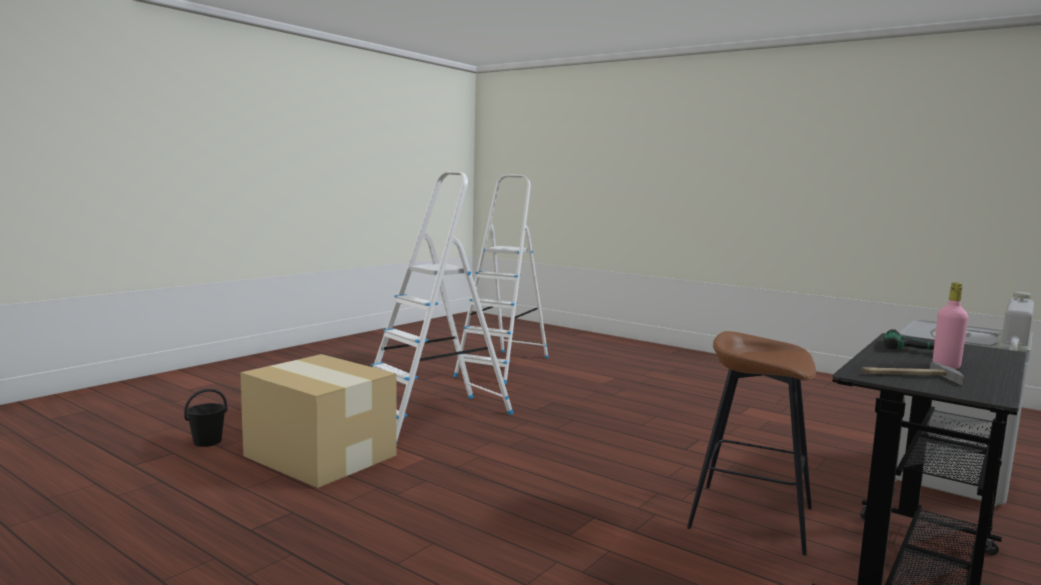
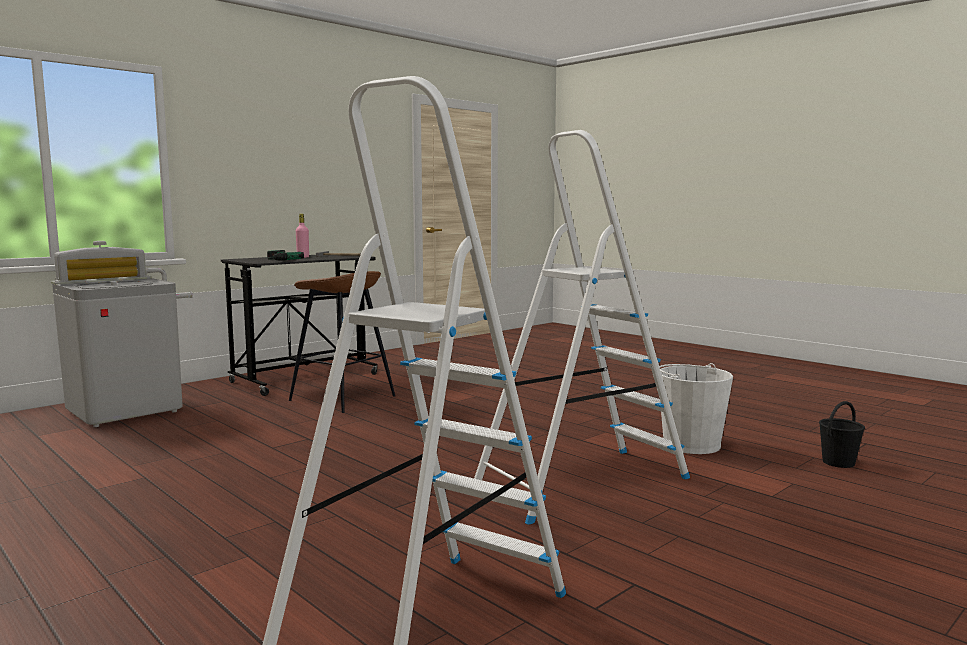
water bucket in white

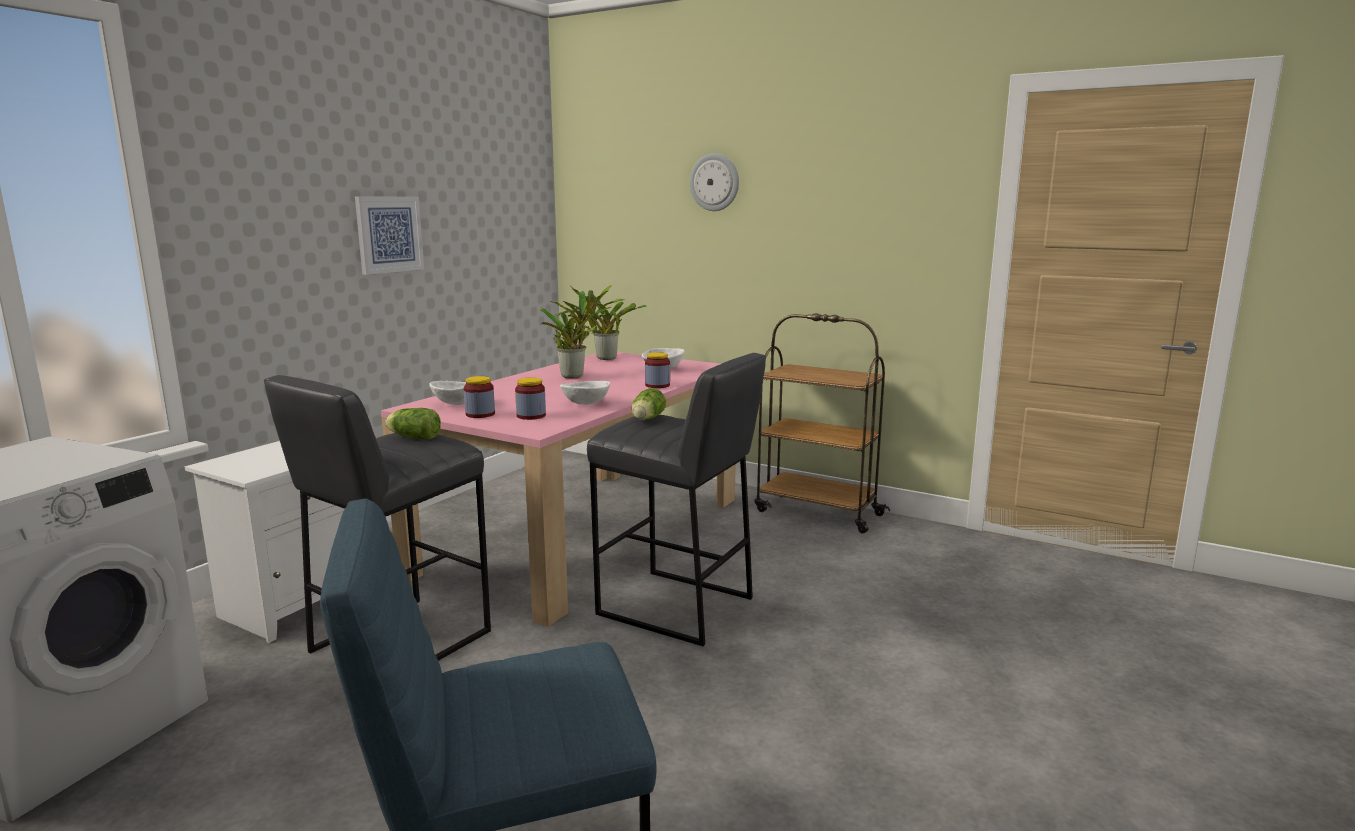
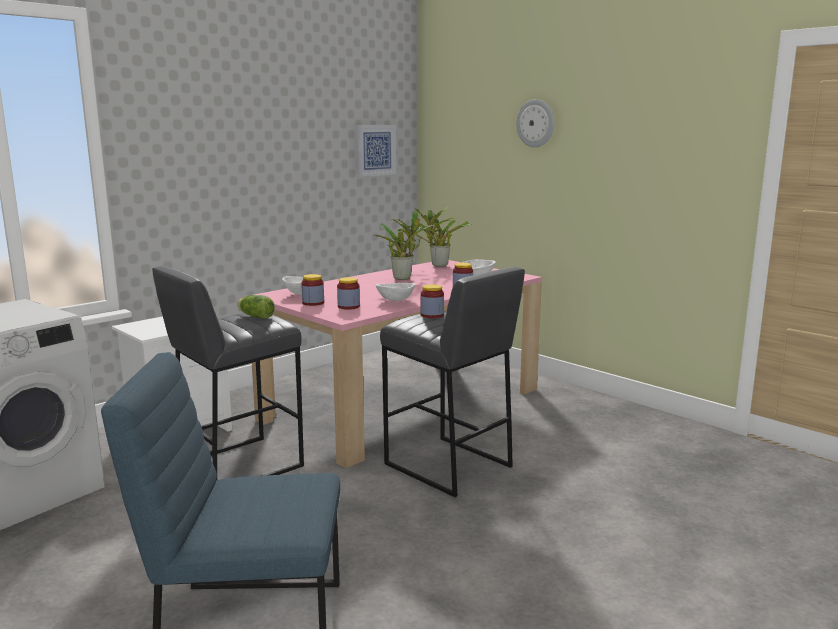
wall art; storage jar (no. 3 from left); wheeled cart in brown

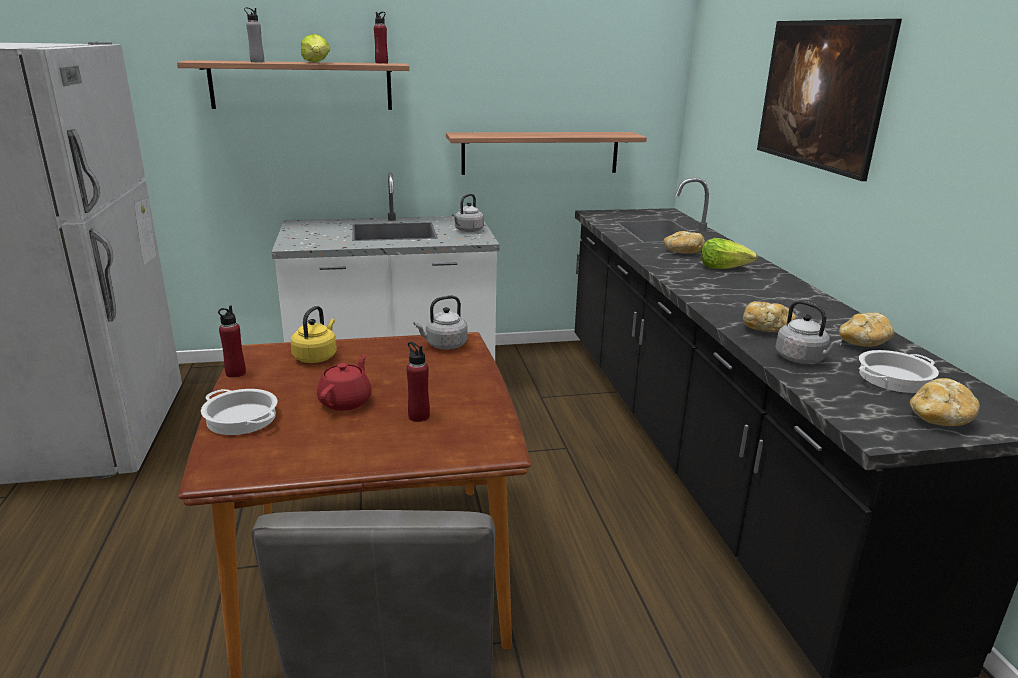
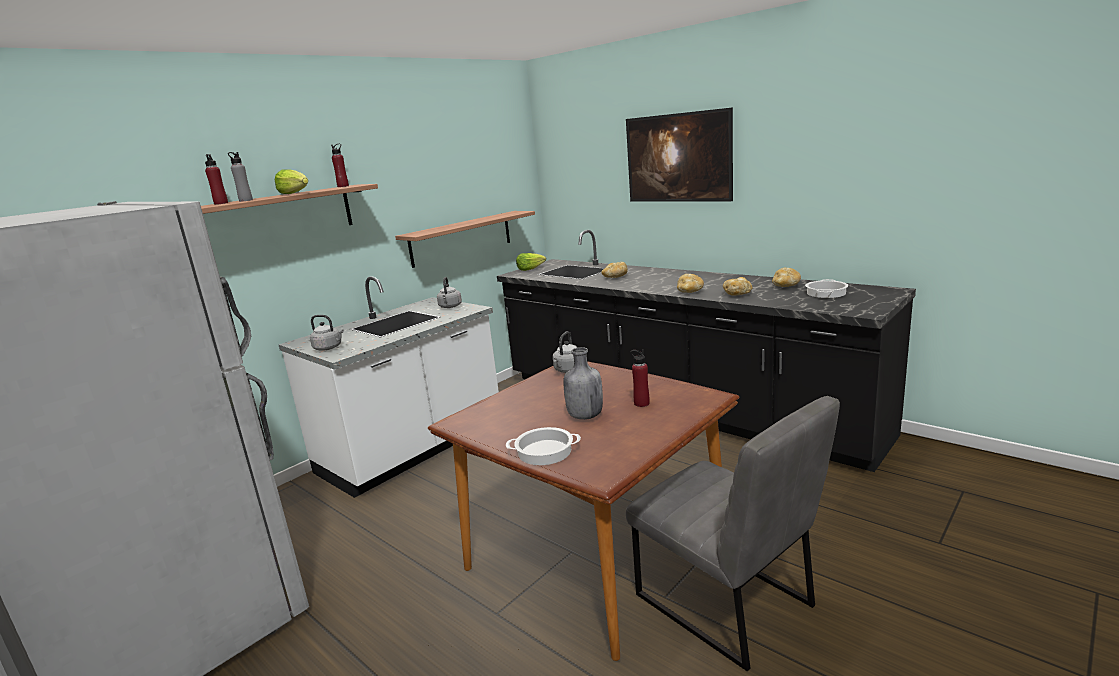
bottle in red (no. 1 from left); kettle in gray (no. 1 from left); lettuce (no. 2 from left); bottle in gray (no. 2 from left); bread (no. 2 from left); kettle in yellowish

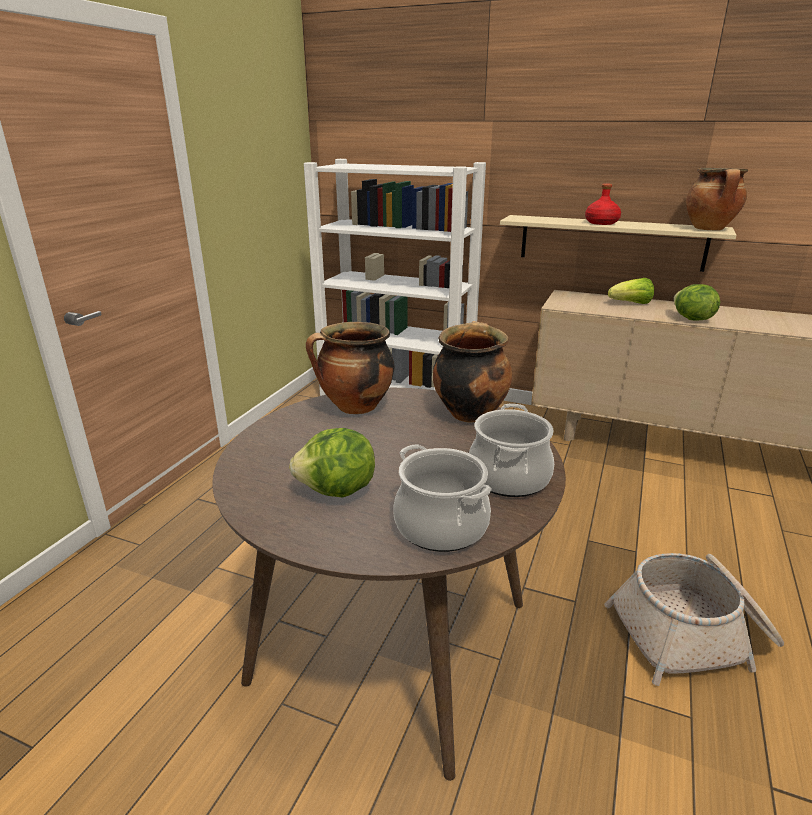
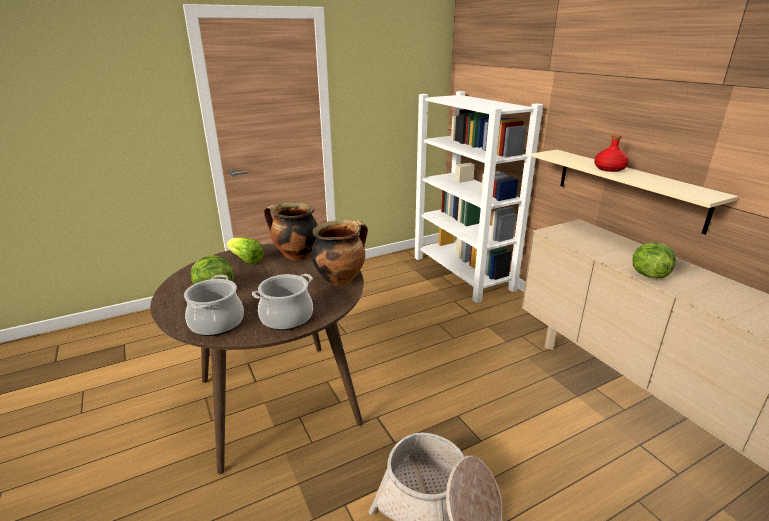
lettuce (no. 2 from left); saucepot (no. 5 from left in the first image)

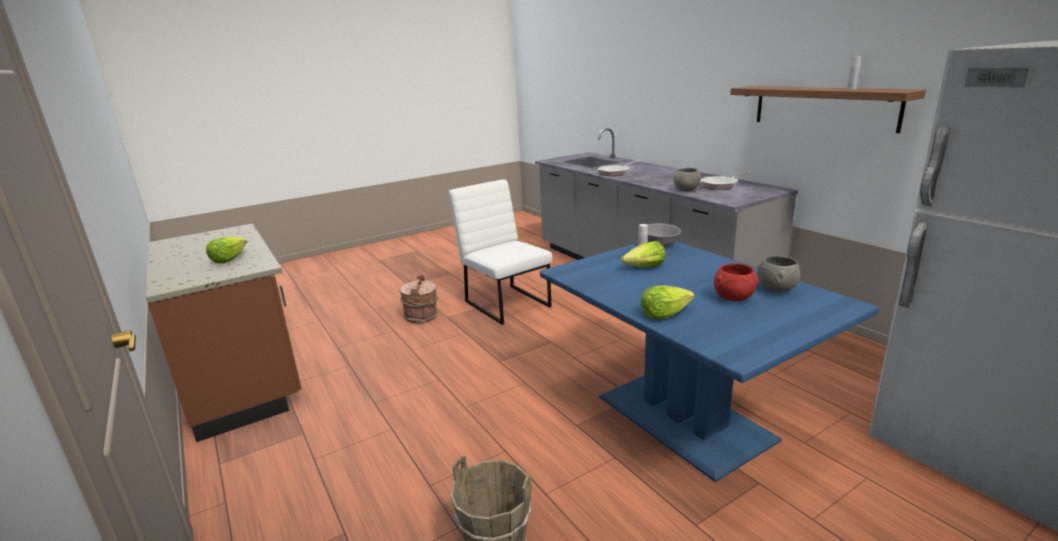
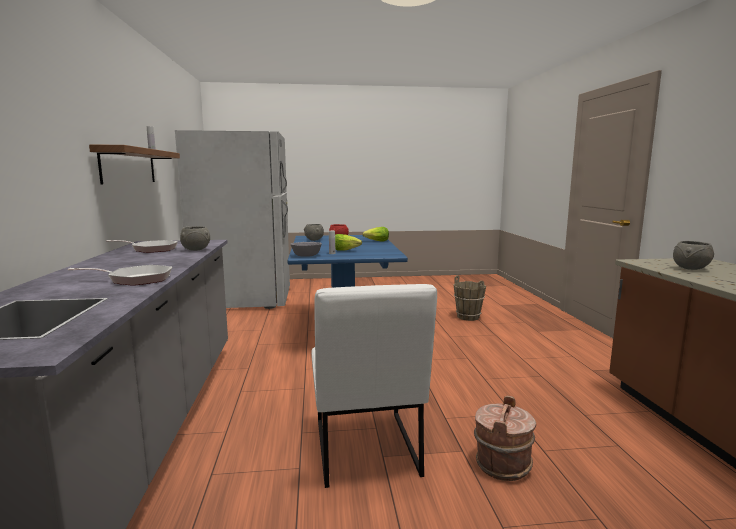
serving bowl in gray (no. 4 from left)

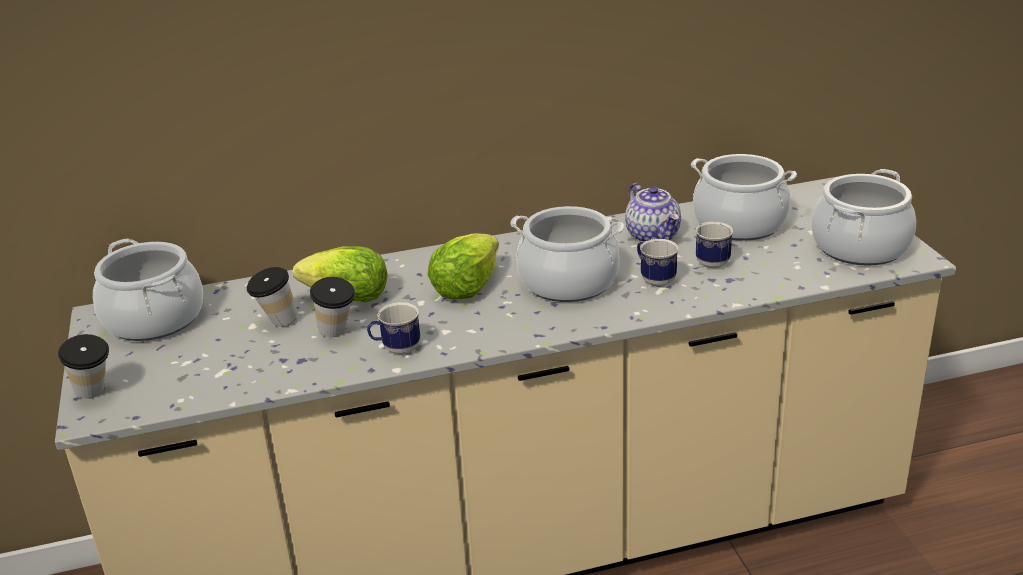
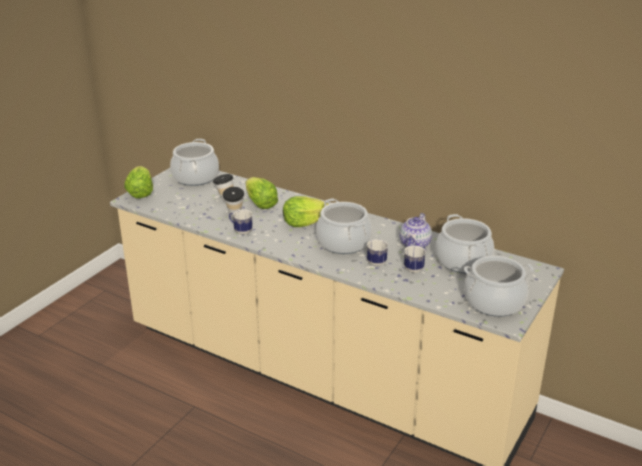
lettuce (no. 1 from left)

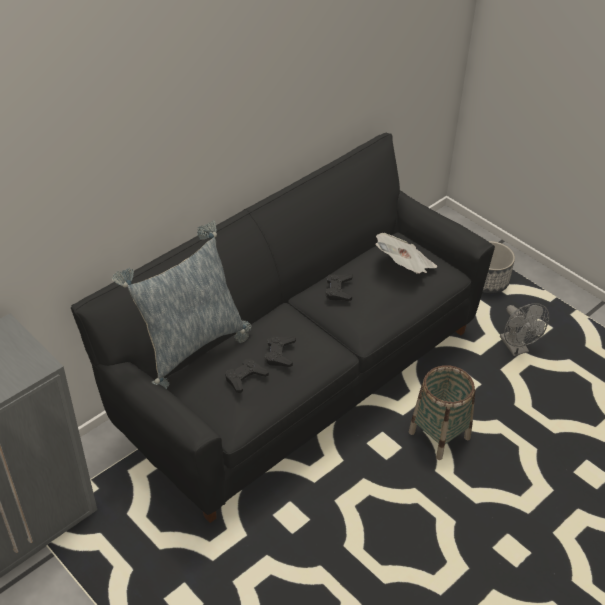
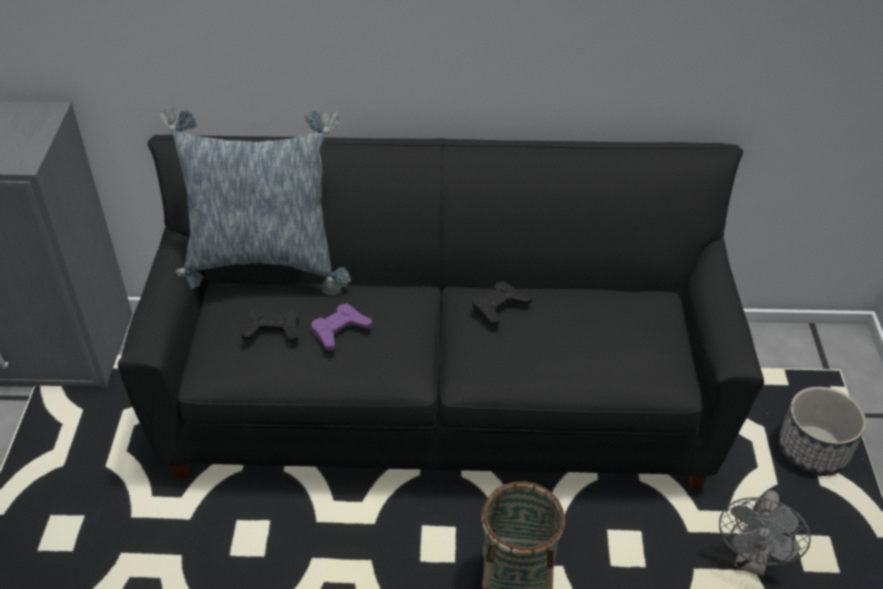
joypad in purple-coloured; printed paper

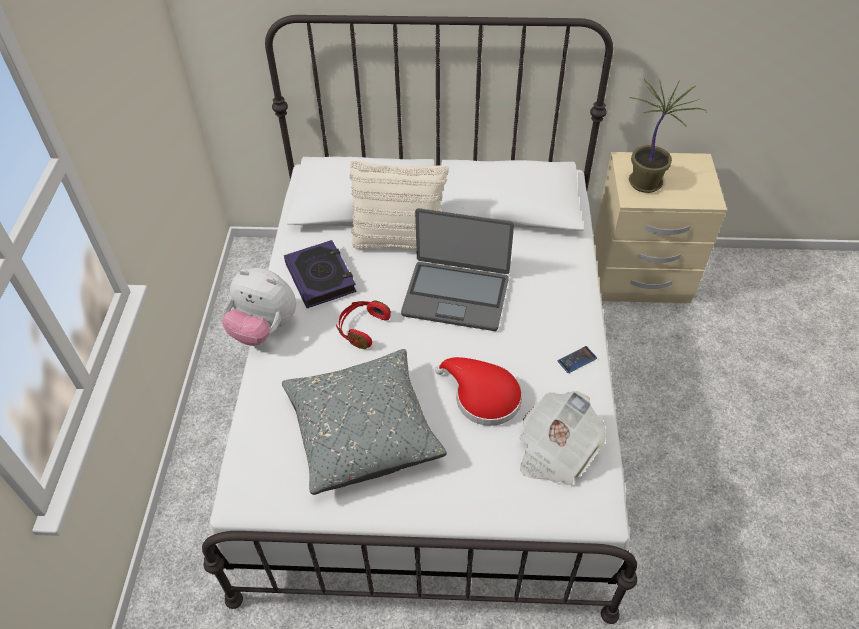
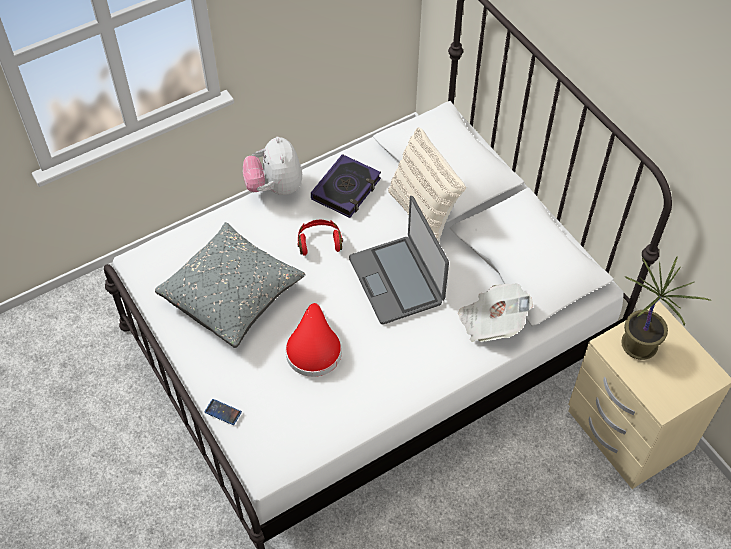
phone; printed paper

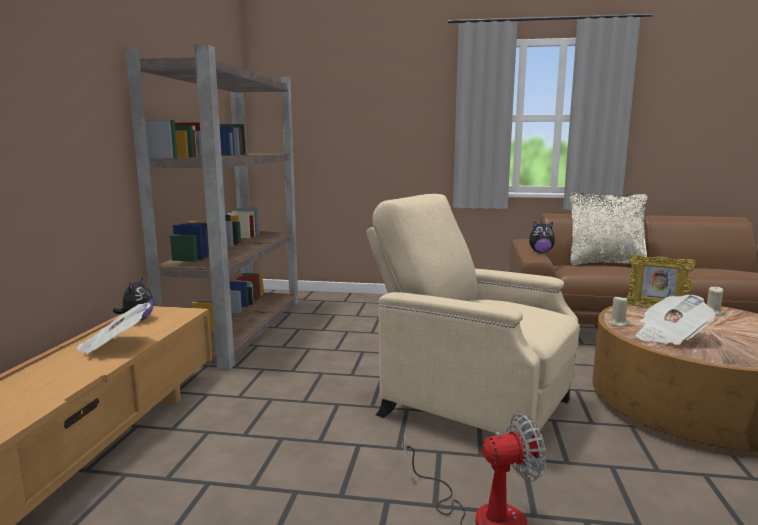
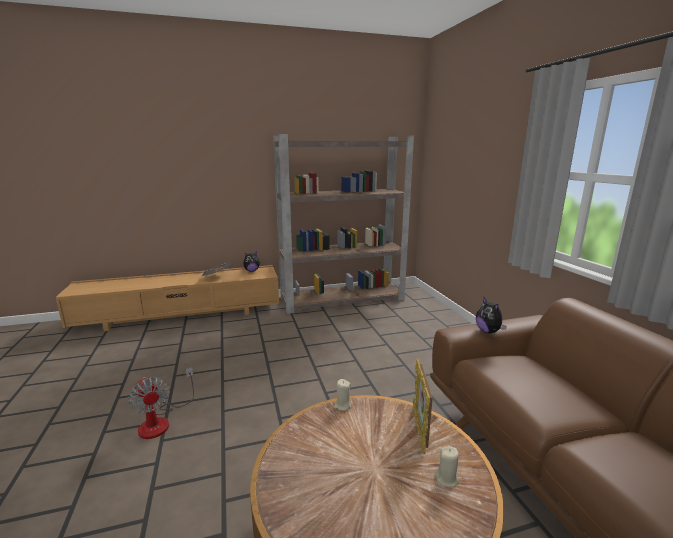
easy chair in beige; pillow in beige; printed paper (no. 2 from left in the first image)

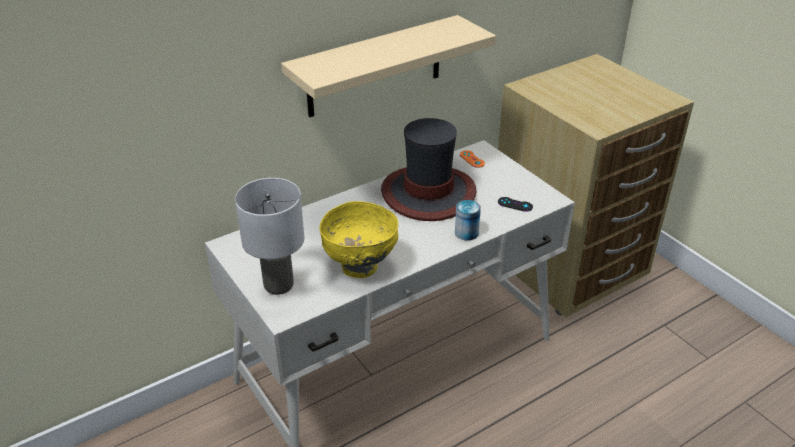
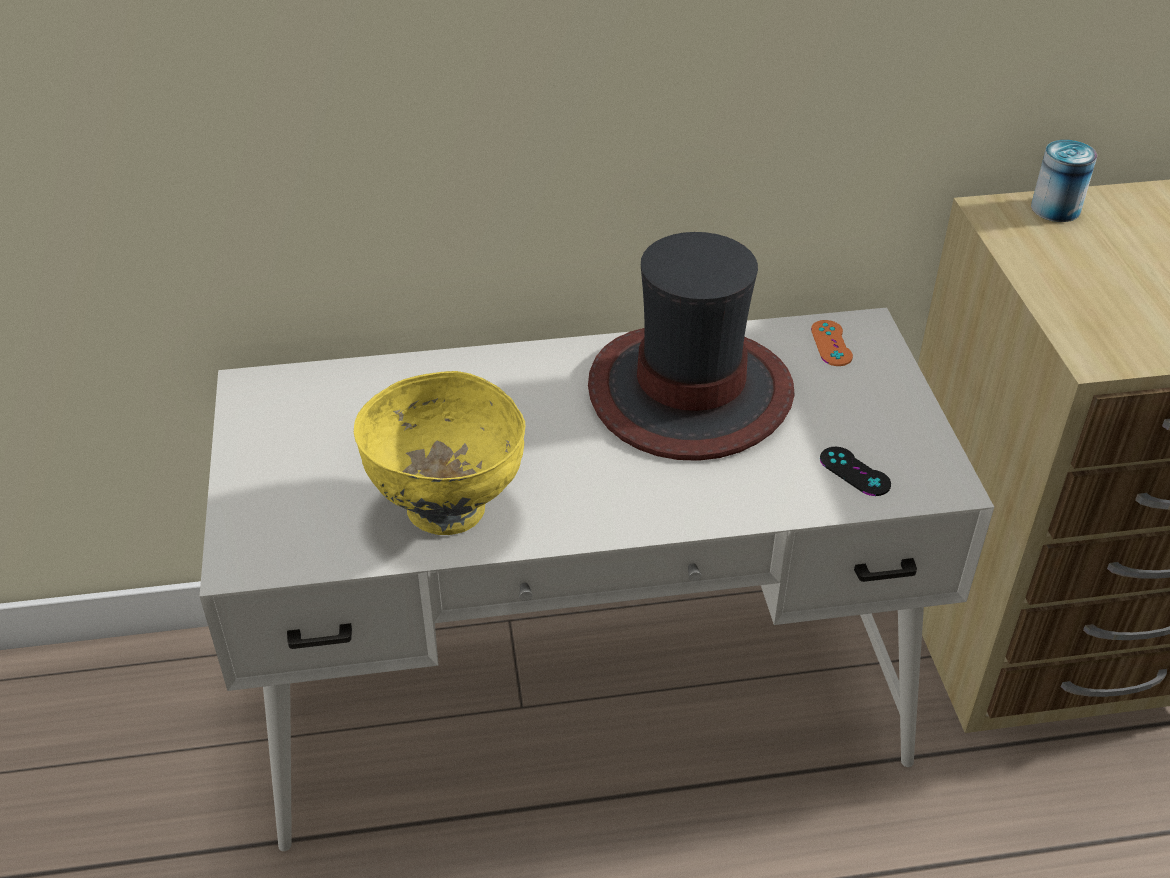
sealed can; tabletop lamp in white; bracket shelf in beige

